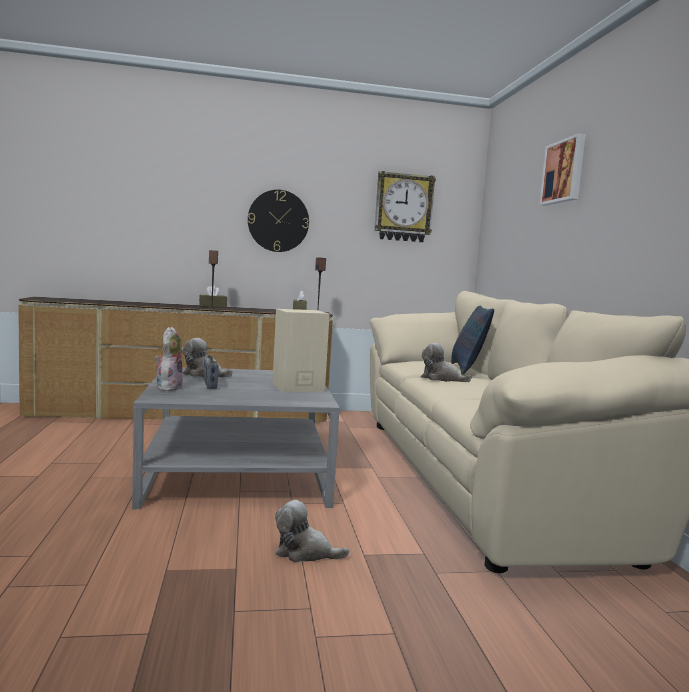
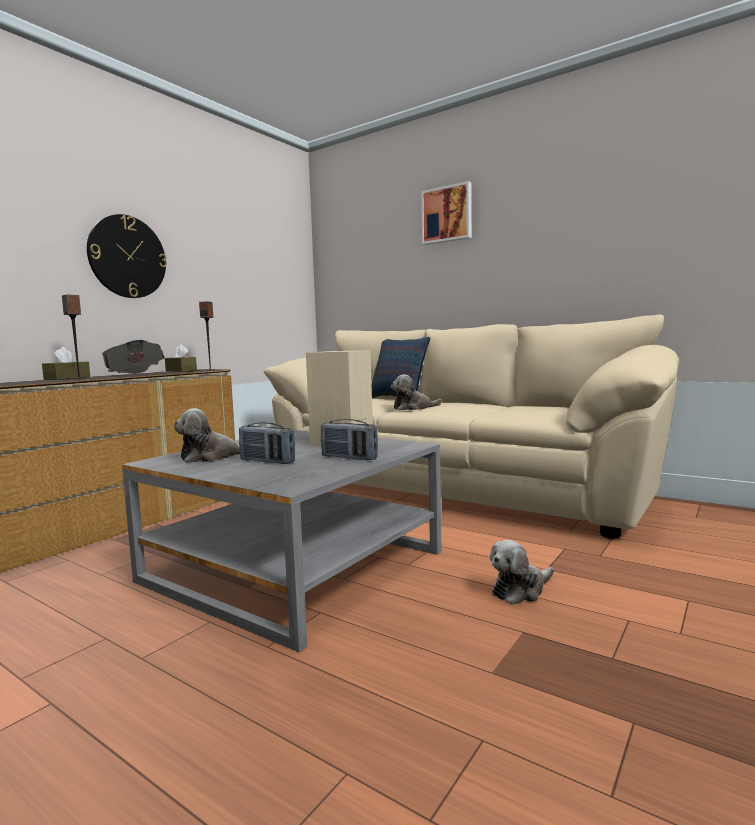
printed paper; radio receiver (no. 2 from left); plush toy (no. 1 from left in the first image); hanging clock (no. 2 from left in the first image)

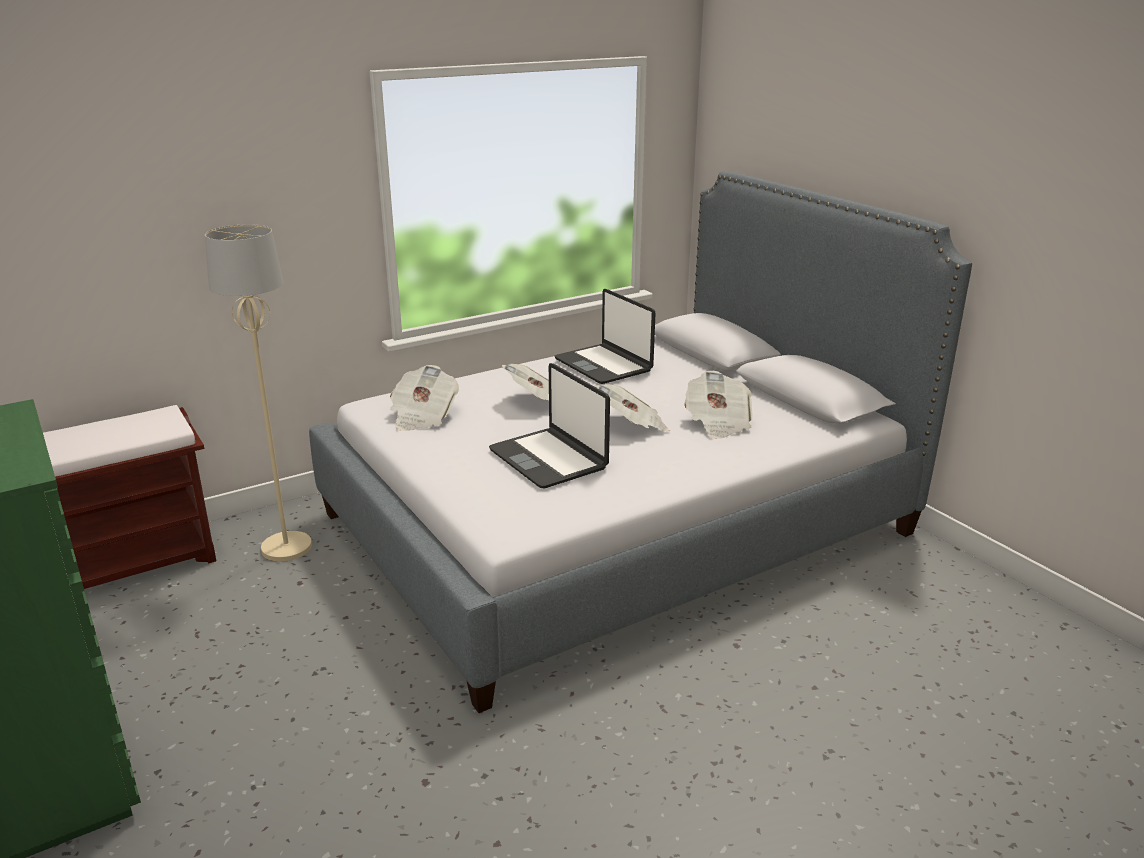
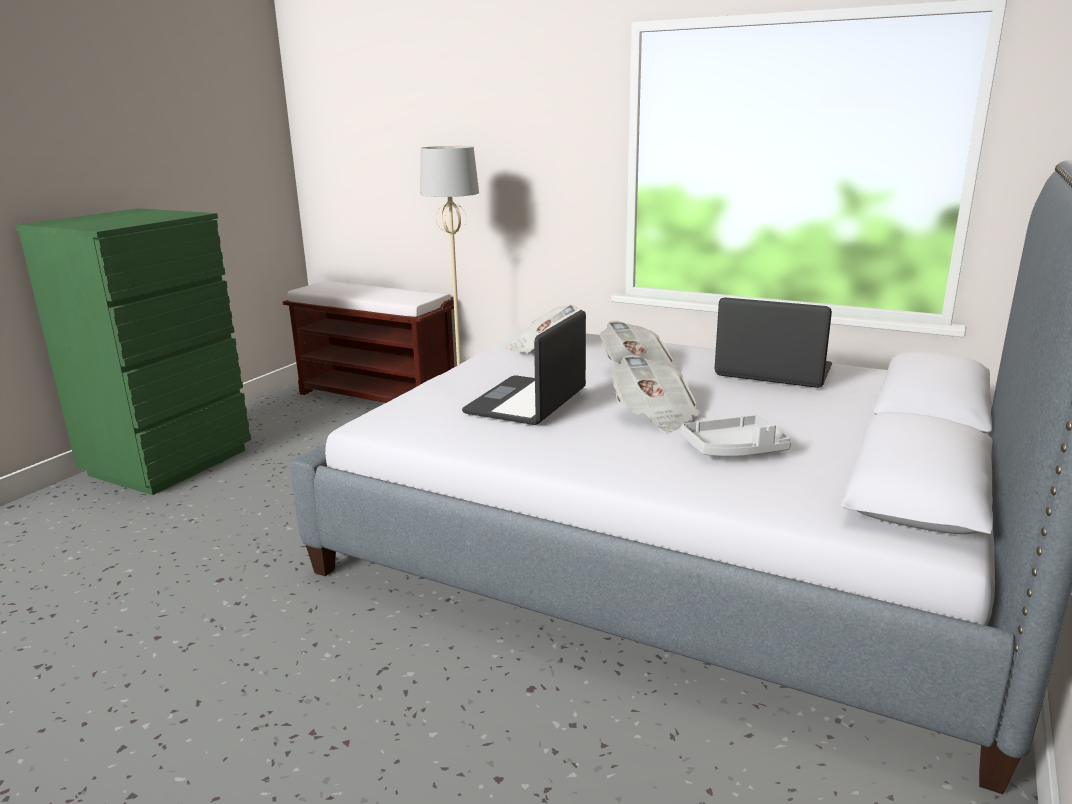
carrying tray in gray; notebook computer (no. 2 from left)

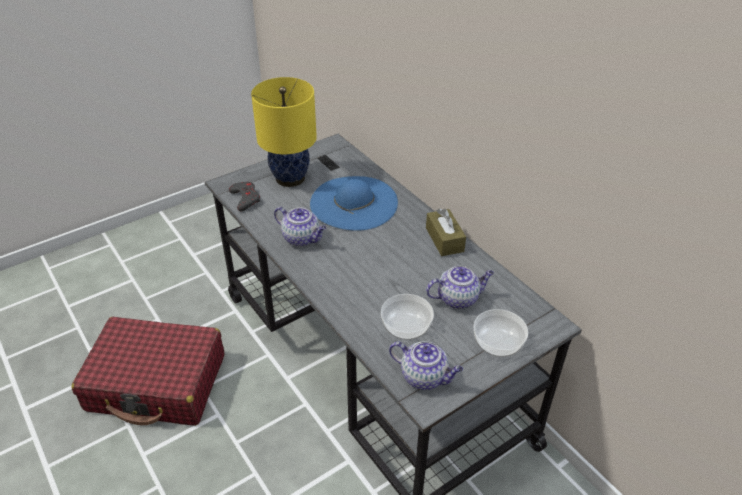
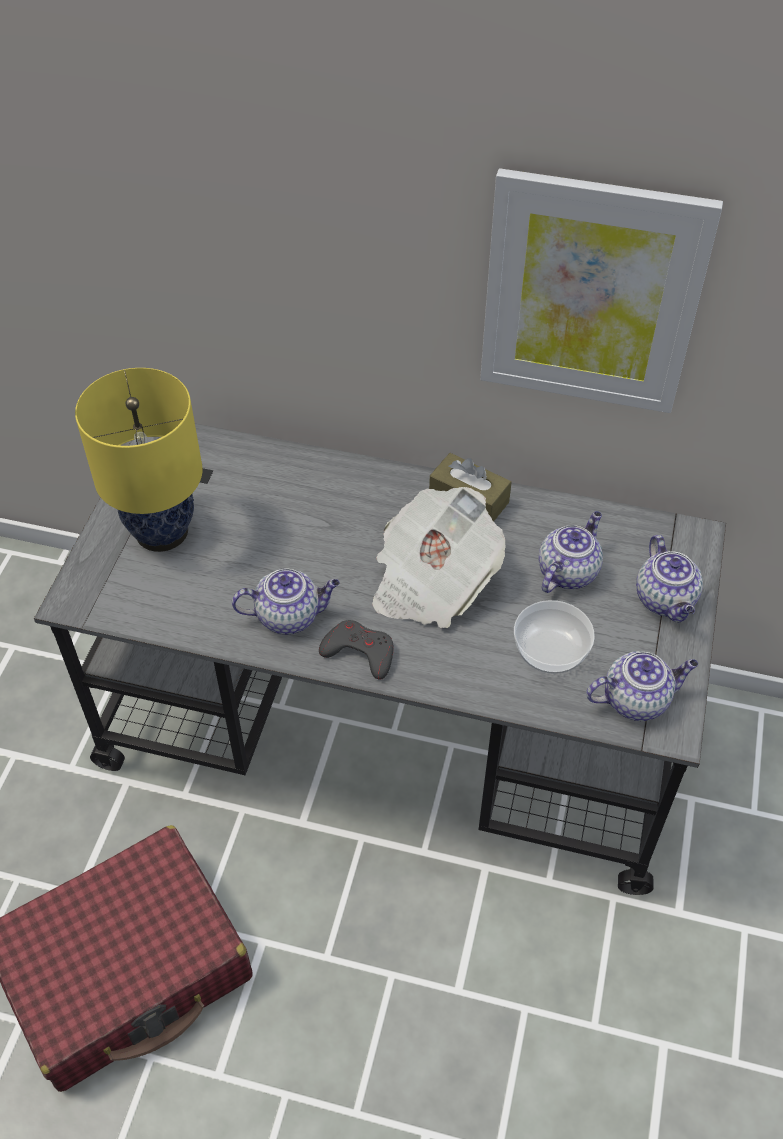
joypad in gray; printed paper; wall art; teapot (no. 4 from left); clothing hat in blue-coloured

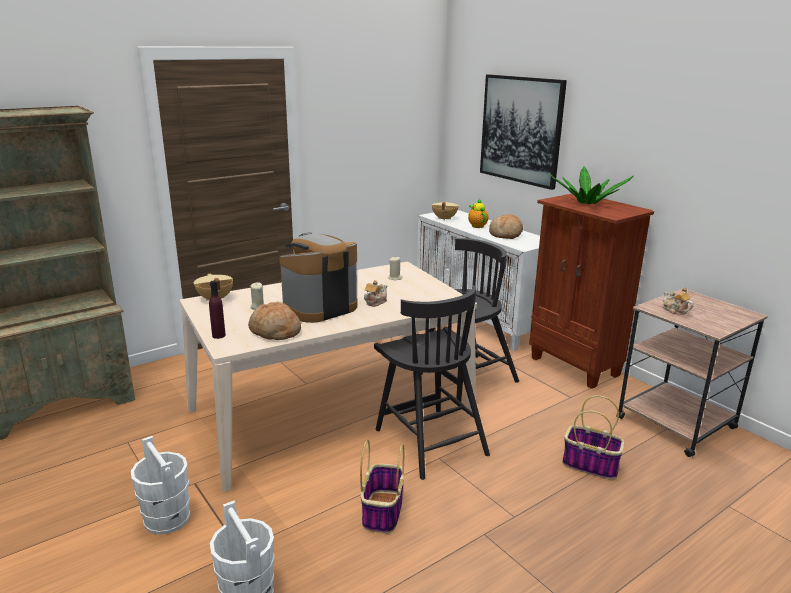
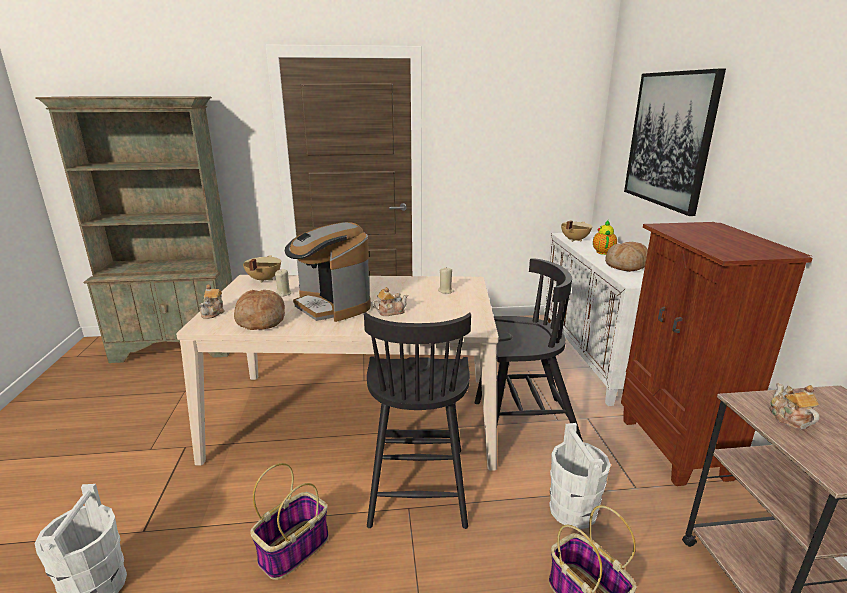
teapot (no. 1 from left); coffee brewer; water bucket in white (no. 2 from left); plant in a pot

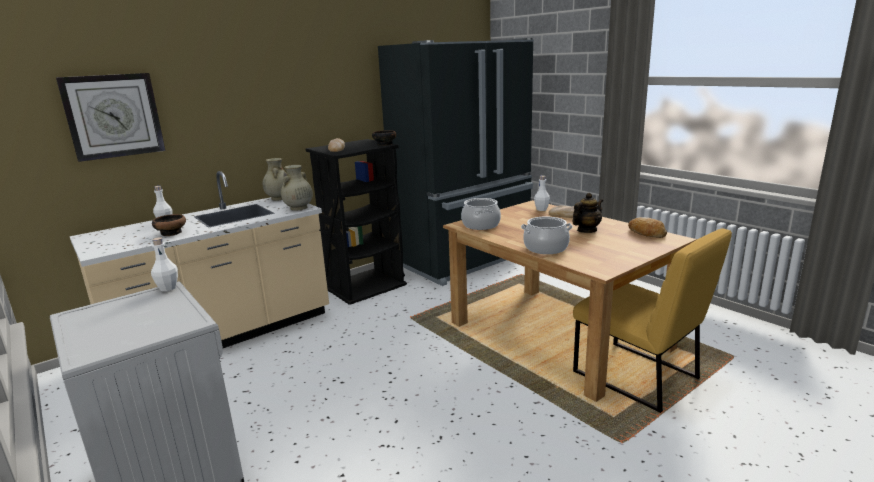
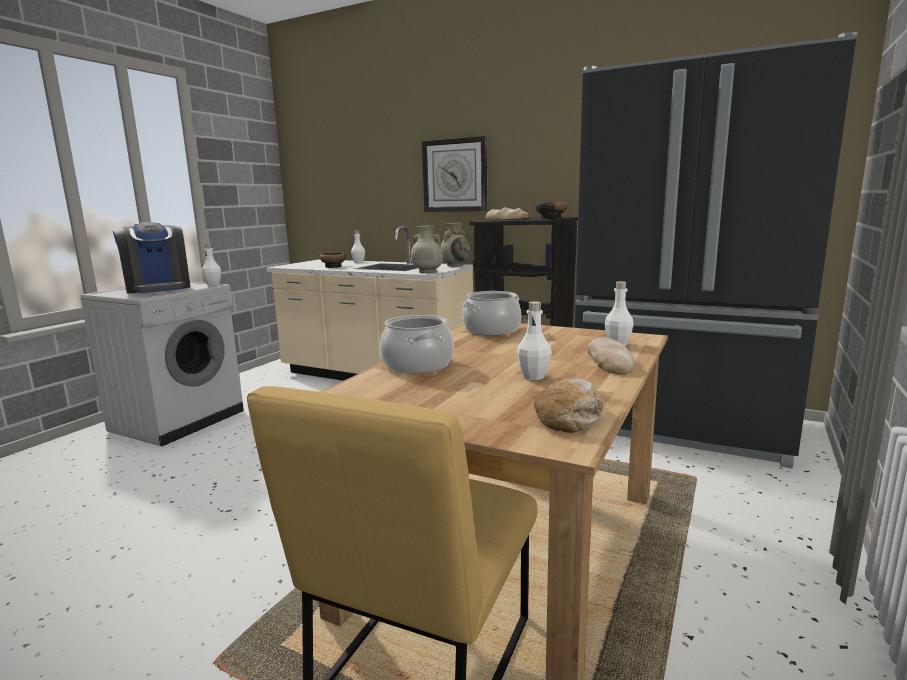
coffee brewer; hanging clock; bottle in white (no. 3 from left)

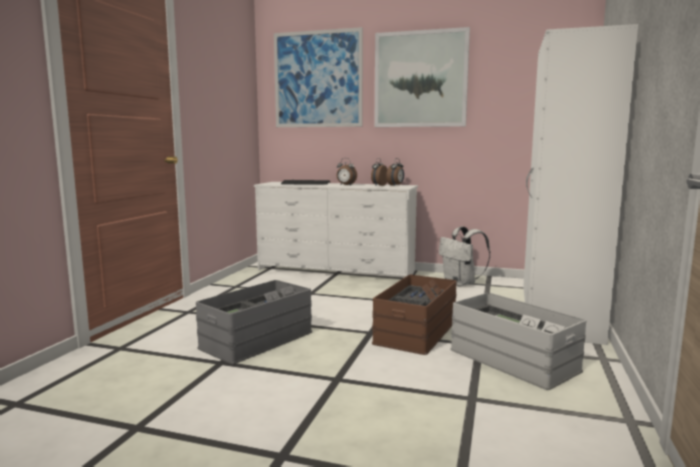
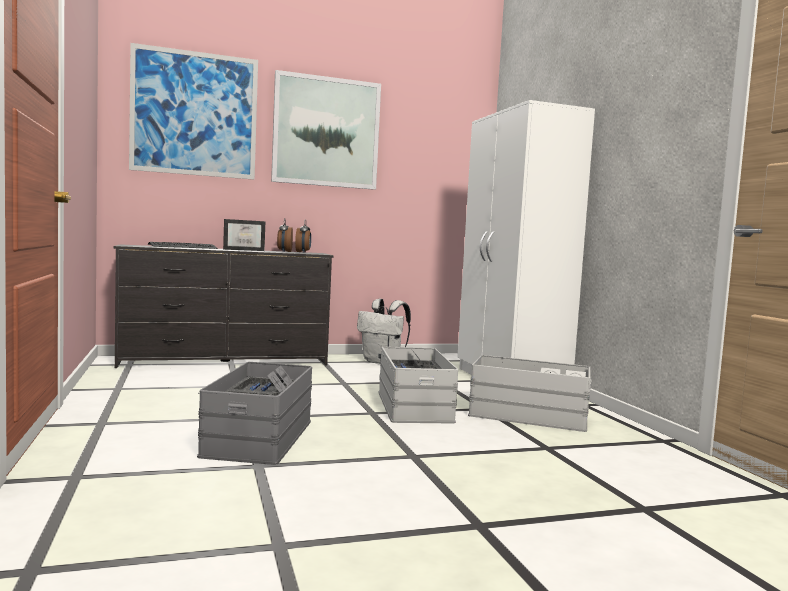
dresser in black; picture frame; storage box in gray (no. 2 from left)

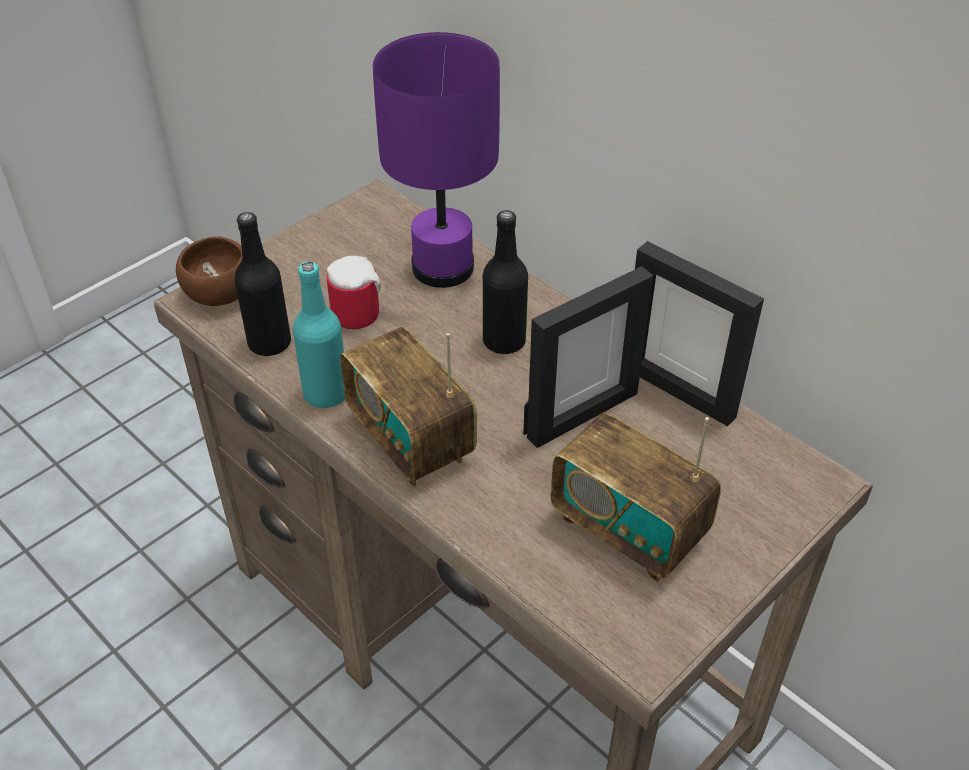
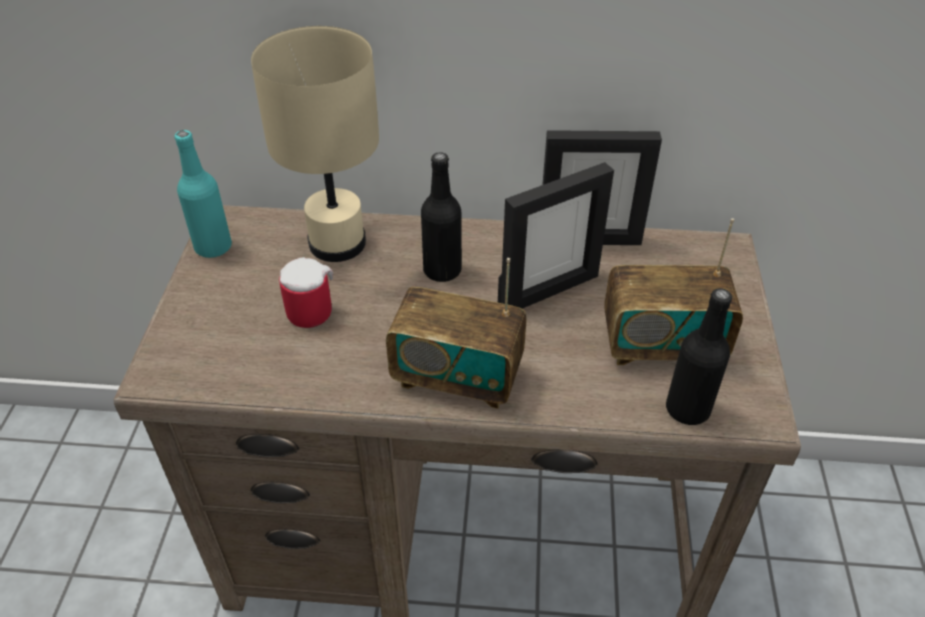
bottle in turquoise; tabletop lamp in beige; picture frame (no. 1 from left); bottle in black (no. 2 from left); serving bowl in brown

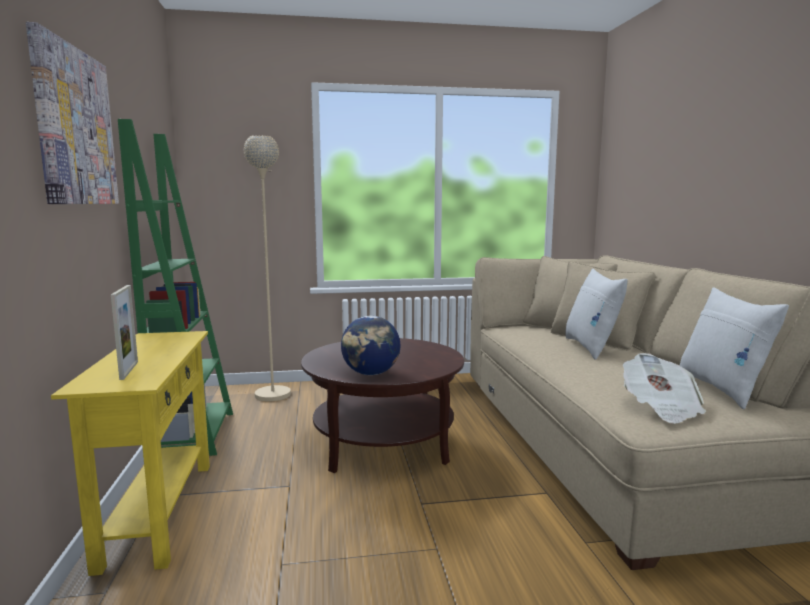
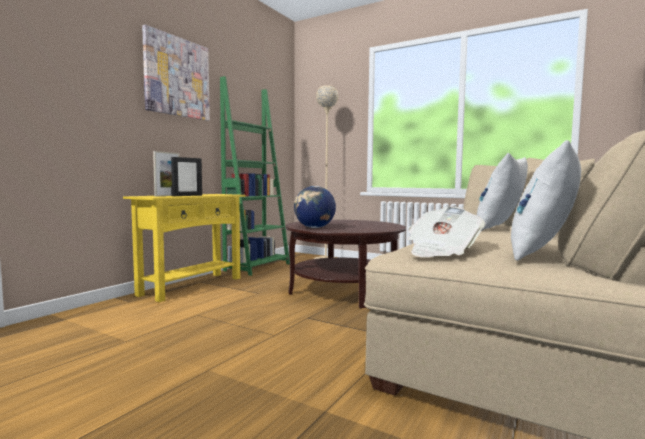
picture frame (no. 2 from left)

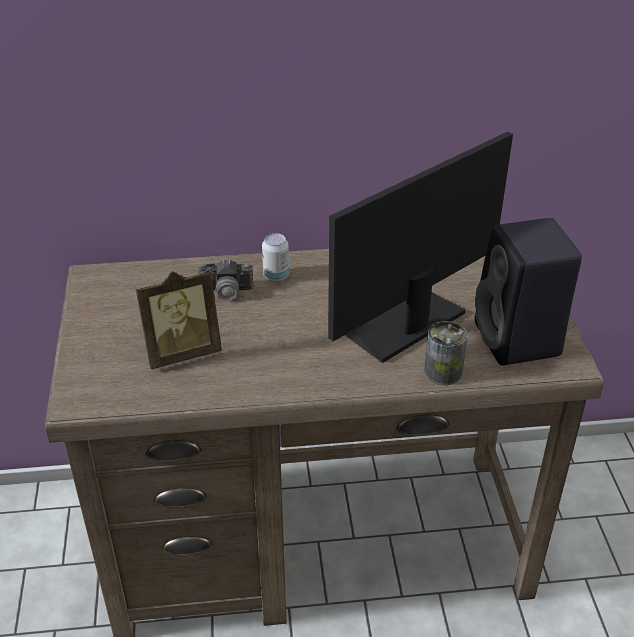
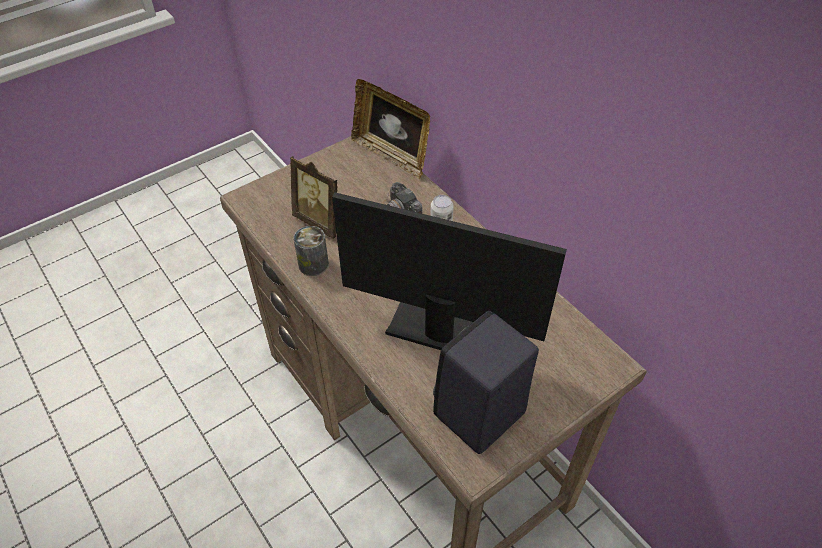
sealed can (no. 1 from left); picture frame (no. 2 from left)

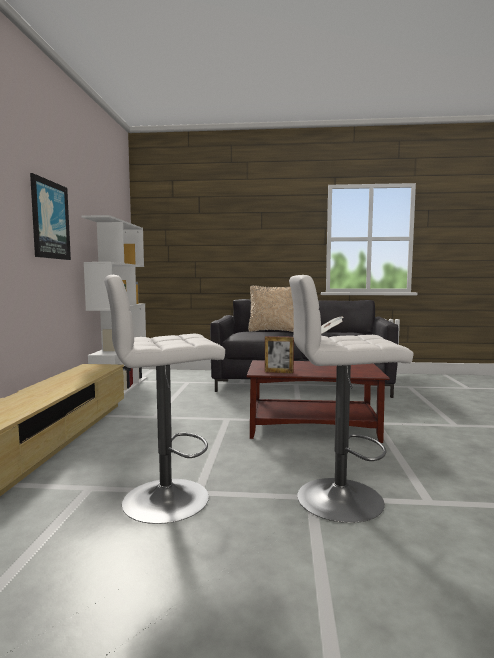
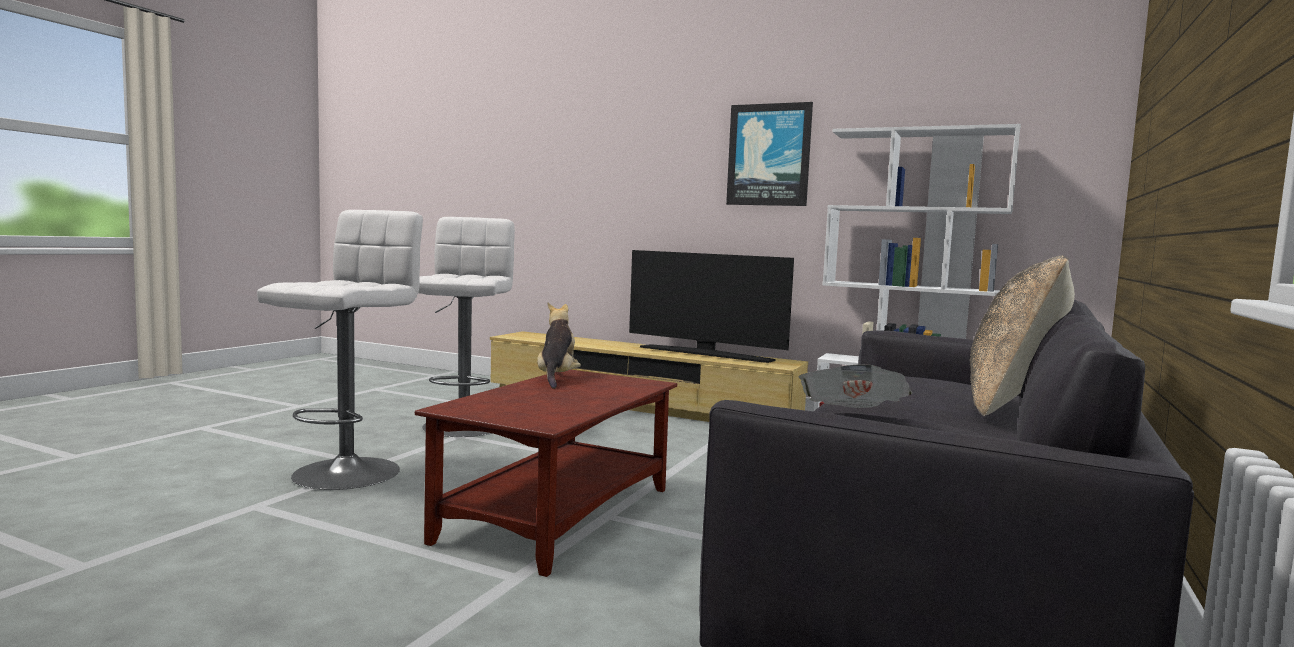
plush toy; TV

